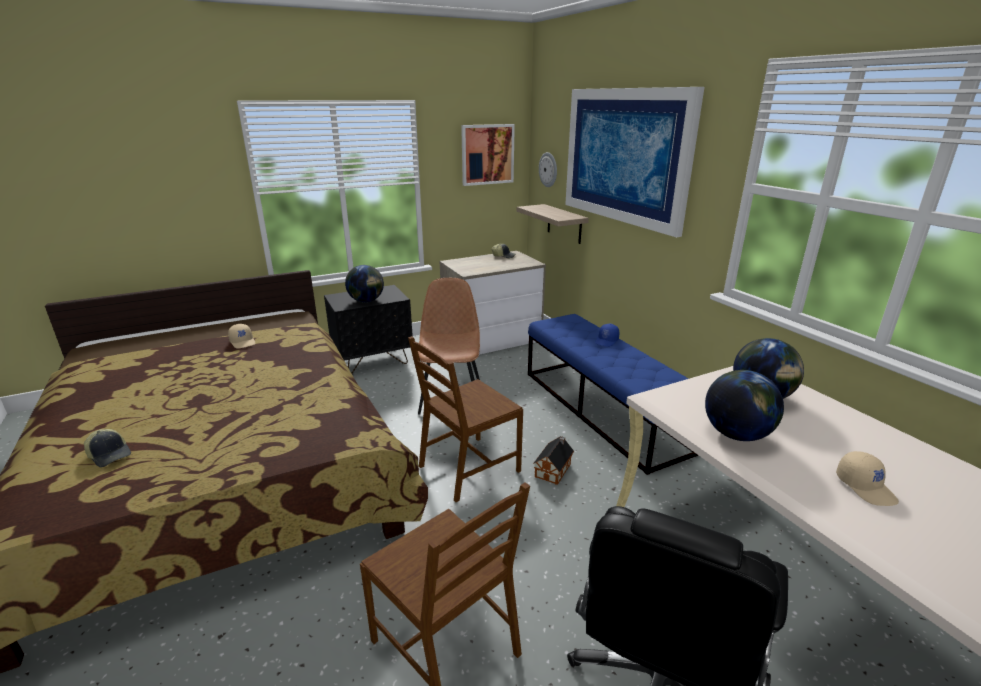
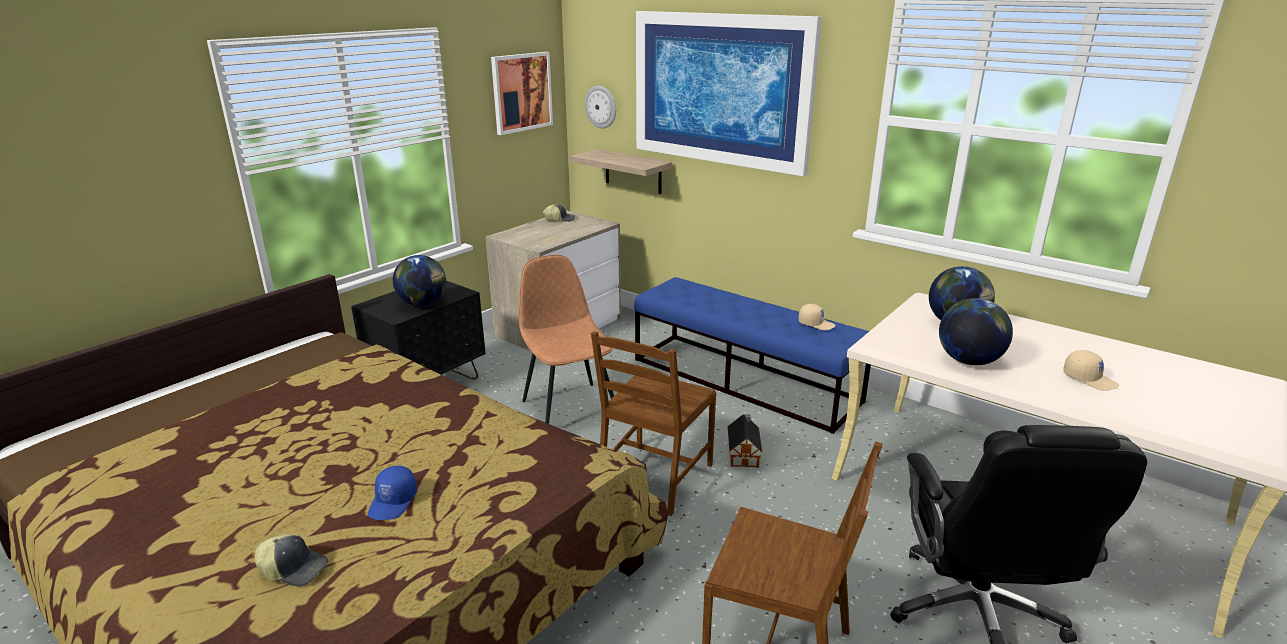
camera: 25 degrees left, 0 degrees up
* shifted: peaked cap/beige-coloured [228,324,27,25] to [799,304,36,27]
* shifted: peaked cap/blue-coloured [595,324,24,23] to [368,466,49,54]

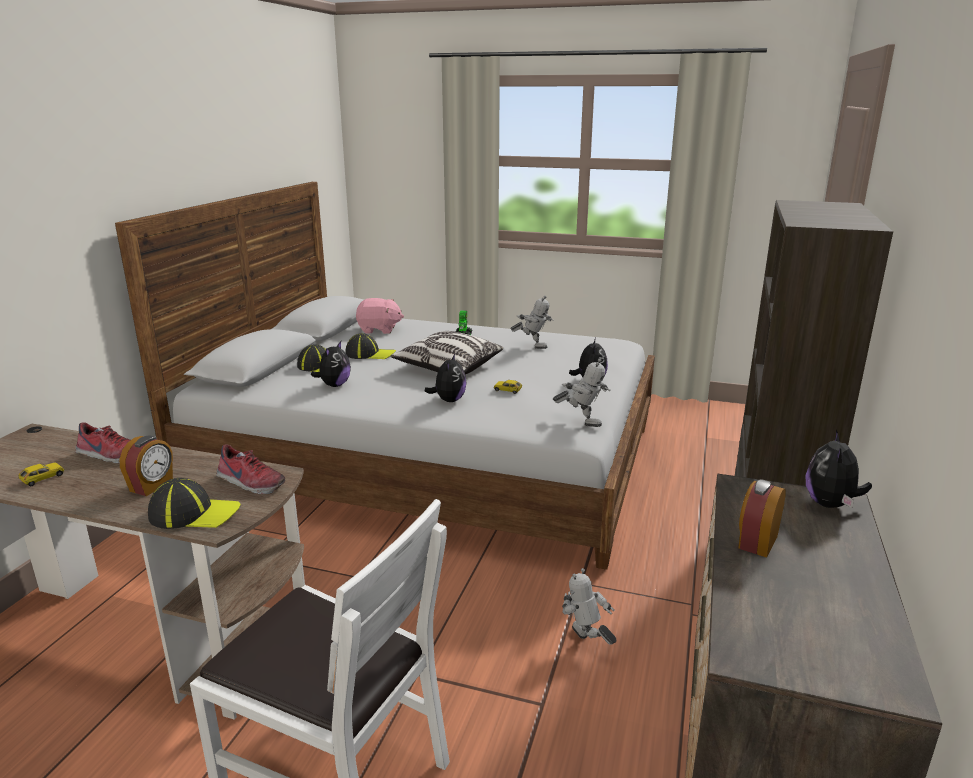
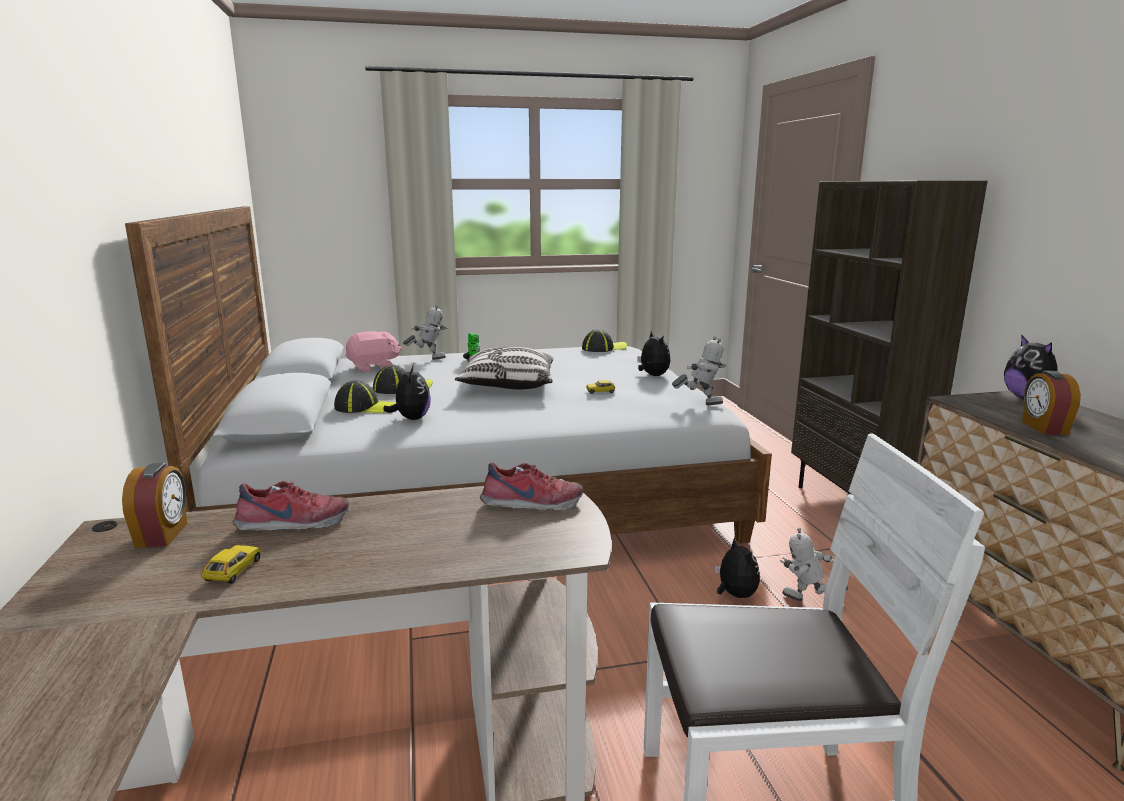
camera: 30 degrees left, 5 degrees down
* shifted: alarm clock [120,435,53,61] to [122,463,65,85]
* shifted: peaked cap [148,478,93,51] to [582,329,45,23]
* shifted: plush toy [425,354,41,48] to [715,537,45,61]
* shifted: model robot [510,296,43,53] to [403,304,45,56]

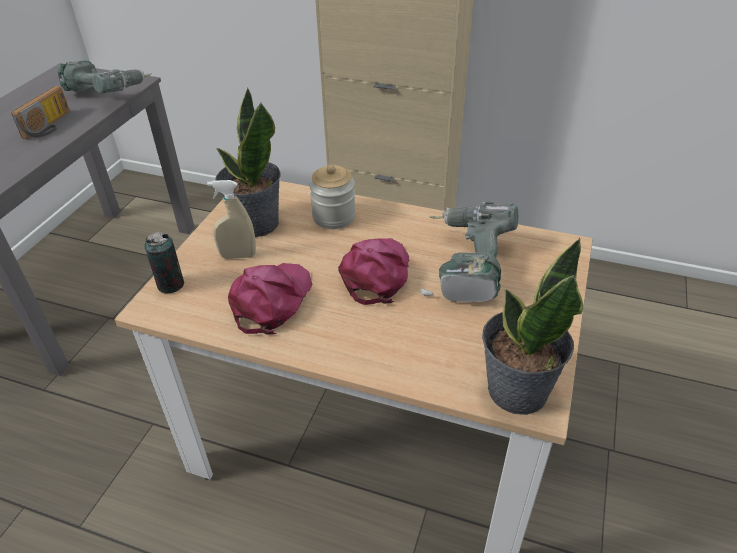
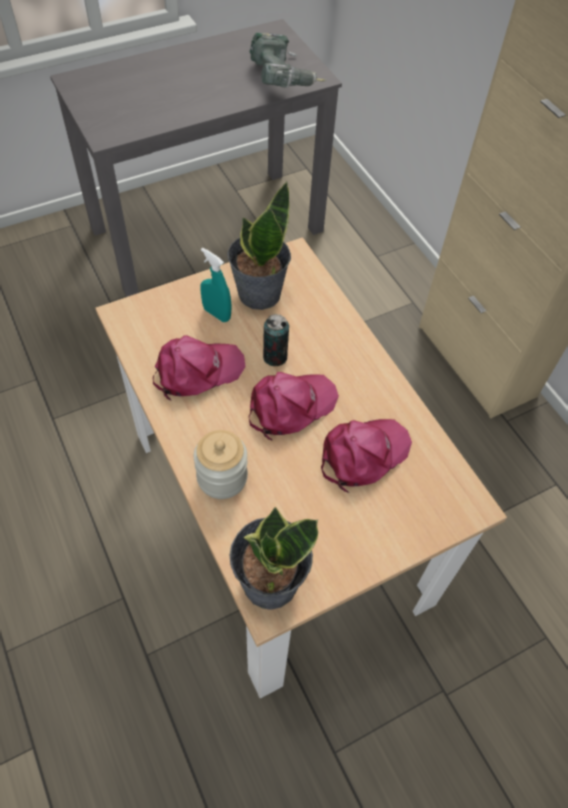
camera: 40 degrees right, 15 degrees up
* gone: radio [11,86,59,53]
* shifted: can [144,232,40,61] to [263,314,26,52]
* shifted: preserve jar [309,165,47,64] to [194,430,54,69]
* swapped: power drill [421,202,97,100] to peaked cap/pinkish [321,419,91,74]
* repainted: spray bottle/beige-coloured [207,180,49,79] to spray bottle/turquoise-coloured [201,248,31,74]

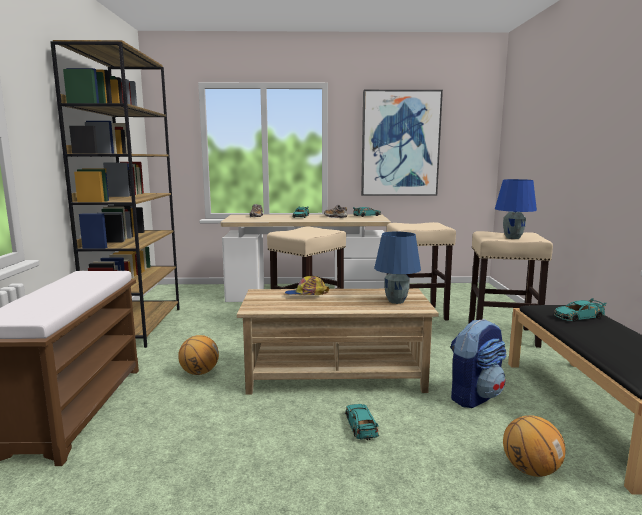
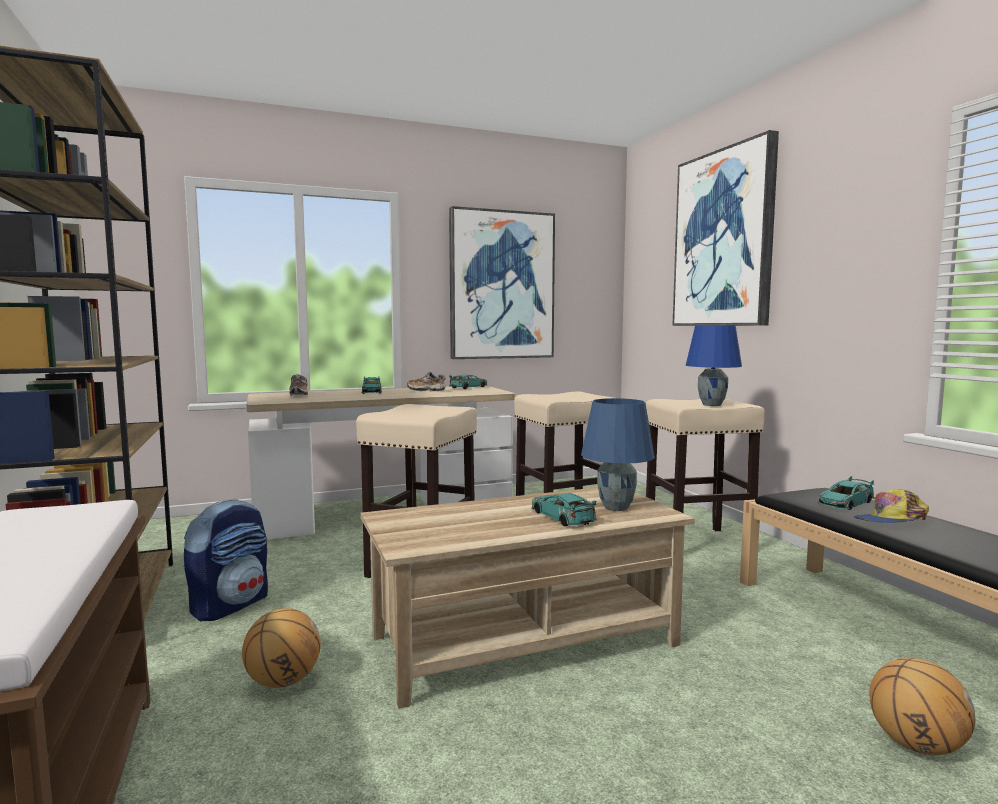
camera: 20 degrees left, 5 degrees down
* new: picture [672,130,107,196]
* shifted: peaked cap [285,276,44,19] to [853,489,76,34]
* shifted: model car/turquoise-coloured [345,404,34,36] to [531,493,66,33]
* shifted: knapsack [450,319,57,89] to [184,499,84,122]

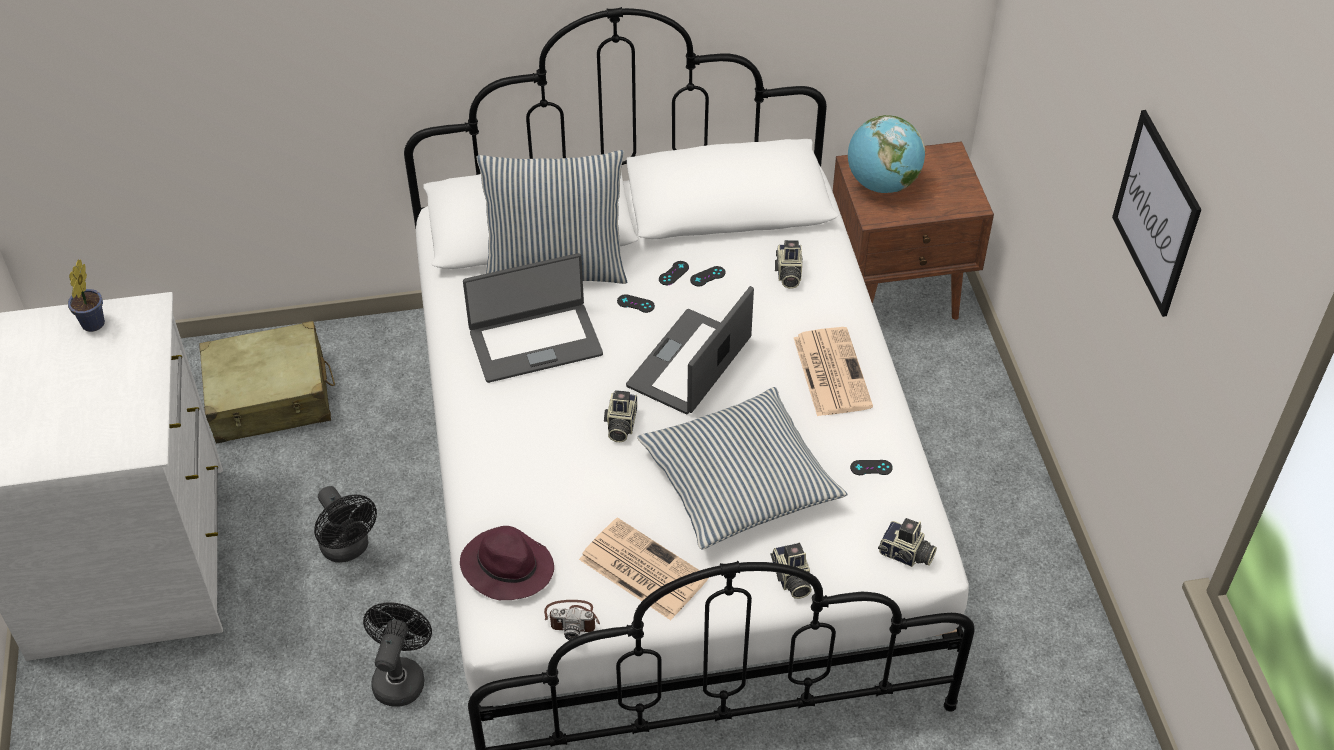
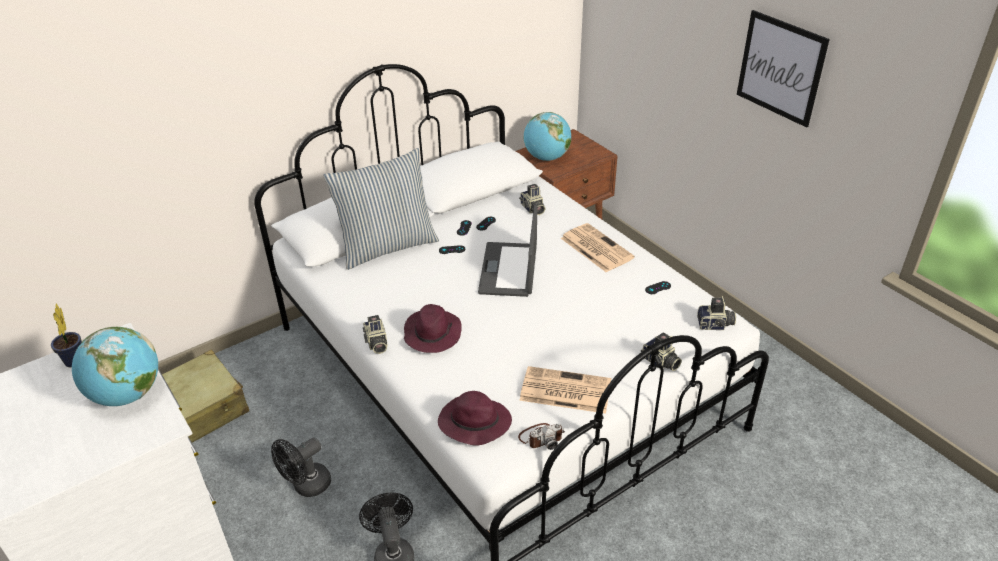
camera: 25 degrees left, 10 degrees down
* gone: notebook computer [463,253,140,130]
* gone: throw pillow [637,387,210,163]
* new: desk globe [72,327,86,79]
* new: hat/purple [404,304,58,49]
* shifted: photo camera [604,390,33,52] to [363,315,25,39]
* rotated: electric fan/black [314,486,63,77] = [271,438,60,59] 105 degrees clockwise

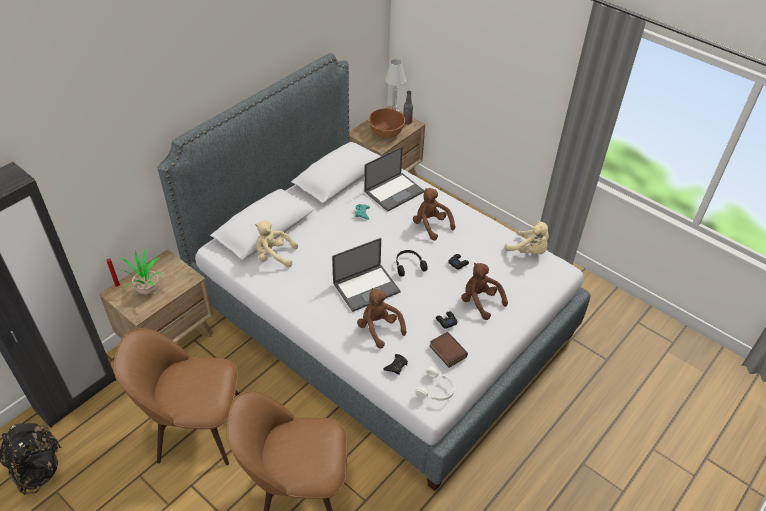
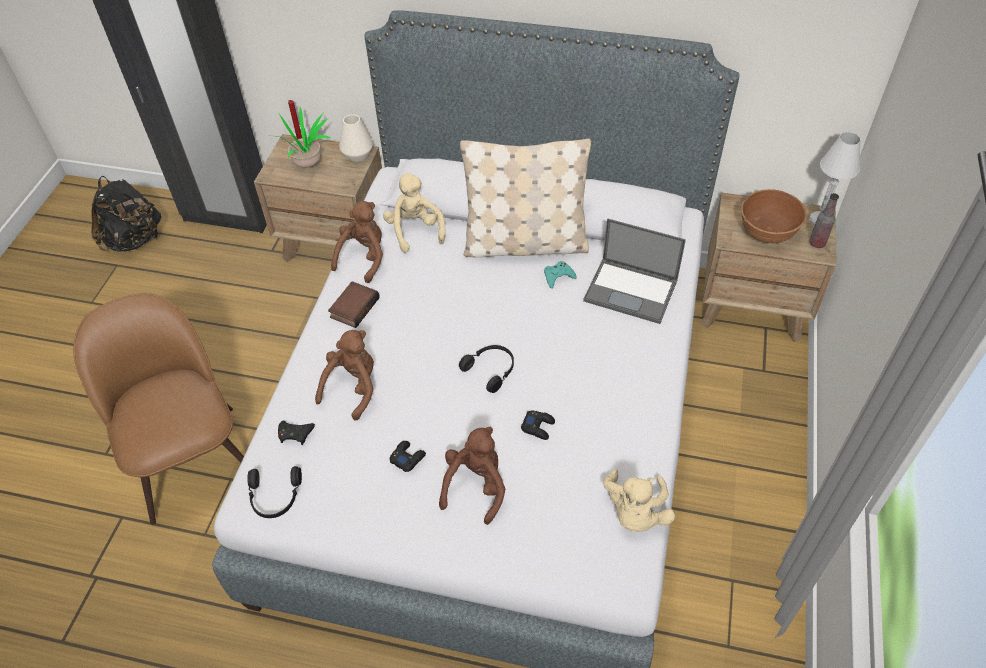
camera: 65 degrees right, 5 degrees up
* gone: chair/brownish [114,328,125,137]
* gone: notebook computer [332,238,69,74]
* new: decorative vase/white-coloured [339,114,34,48]
* new: throw pillow/beige-coloured [460,138,131,120]
* shifted: plush toy/brownish [413,188,42,52] to [331,201,52,82]
* shifted: bound book [430,332,38,36] to [328,281,52,47]
* repainted: headset/white-coloured [416,366,39,35] to headset/black [247,466,55,52]

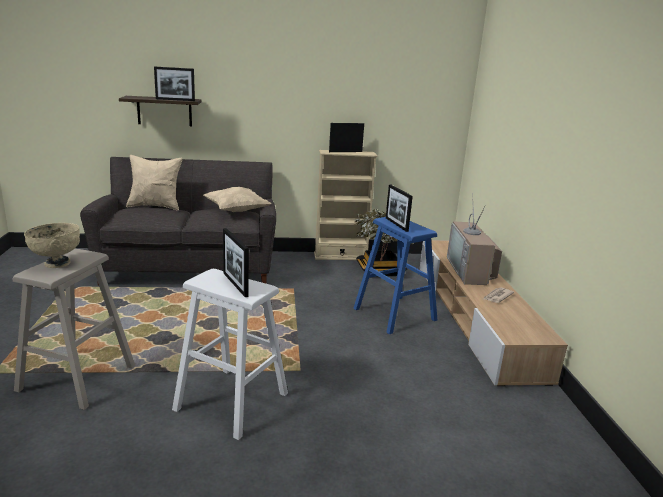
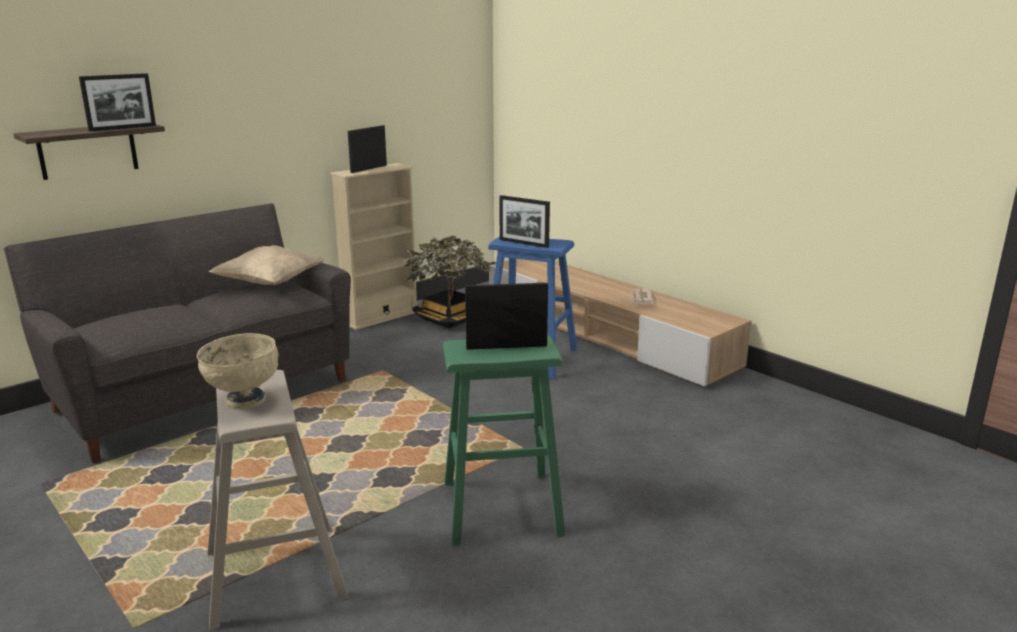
camera: 35 degrees left, 0 degrees up
* gone: throw pillow/beige-coloured [126,155,57,56]
* gone: TV set [447,193,55,92]
* repainted: stool seat/white-coloured [172,269,116,171] to stool seat/greenish [443,335,122,211]
* rotated: standing frame [223,228,26,69] = [465,283,83,67] 150 degrees clockwise

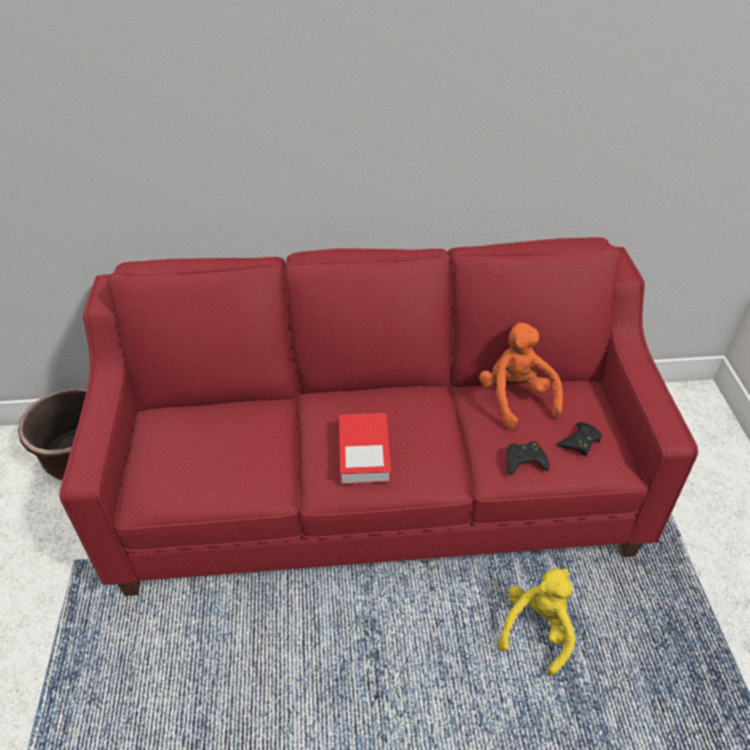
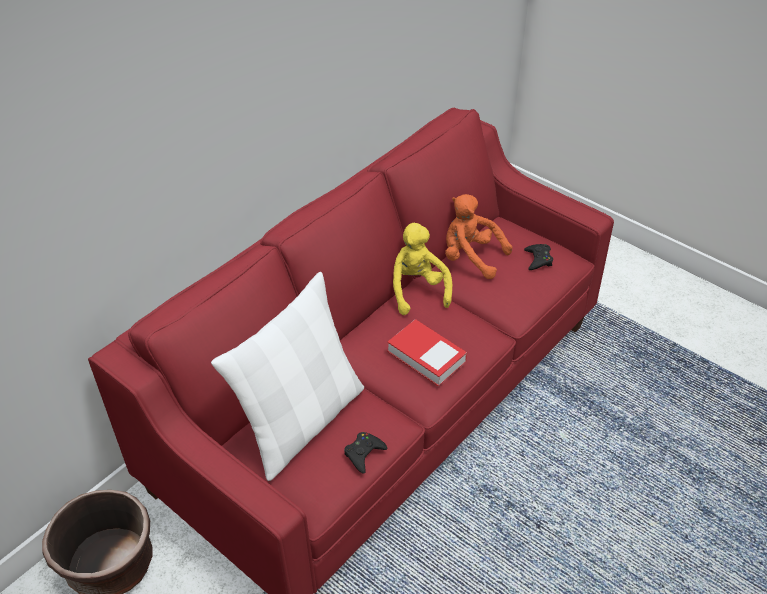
camera: 45 degrees left, 0 degrees up
* new: throw pillow/white-coloured [211,272,153,209]
* shifted: plush toy/yellow [498,569,78,107] to [393,222,59,93]
* shifted: game controller/black [507,441,43,34] to [344,432,43,42]

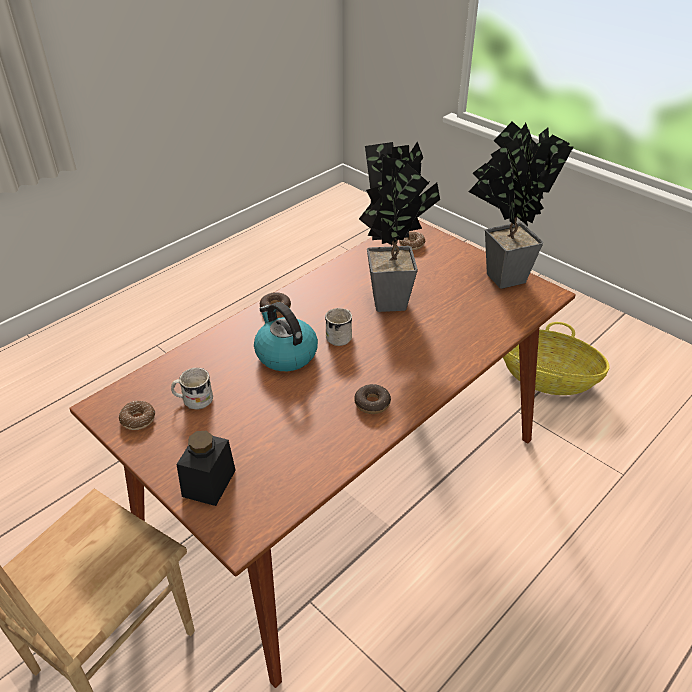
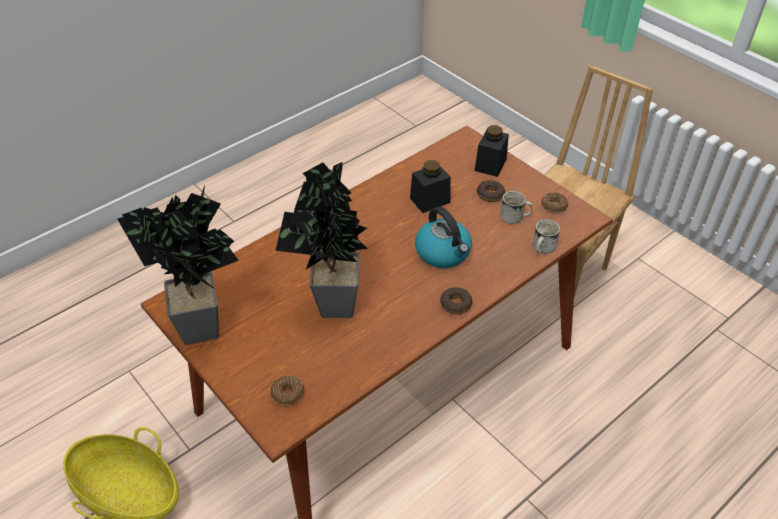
camera: 175 degrees left, 5 degrees up
* new: preserve jar/black [410,160,41,53]
* shifted: tea mug/white-coloured [325,308,27,38] to [533,219,27,35]
* shifted: ring doughnut [354,384,37,30] to [477,180,28,22]

